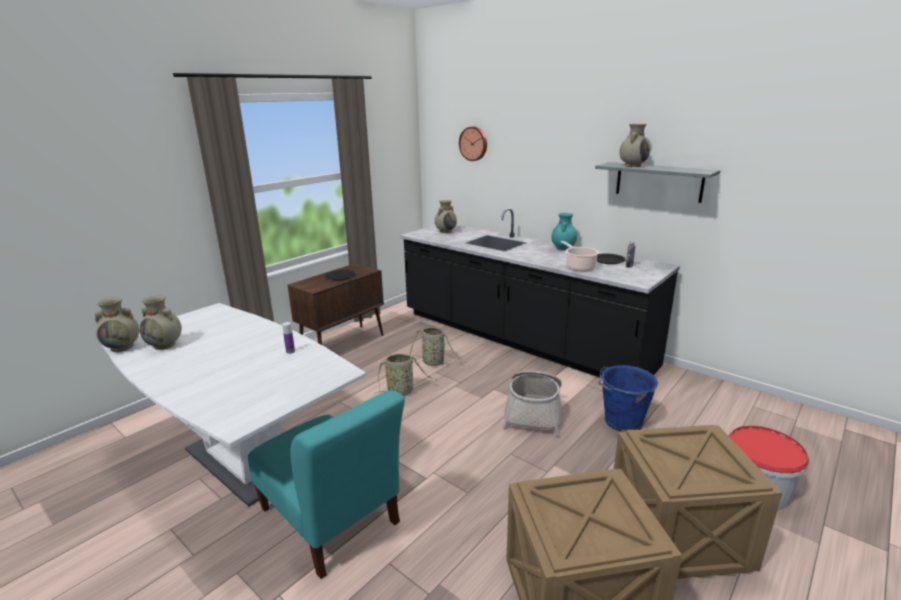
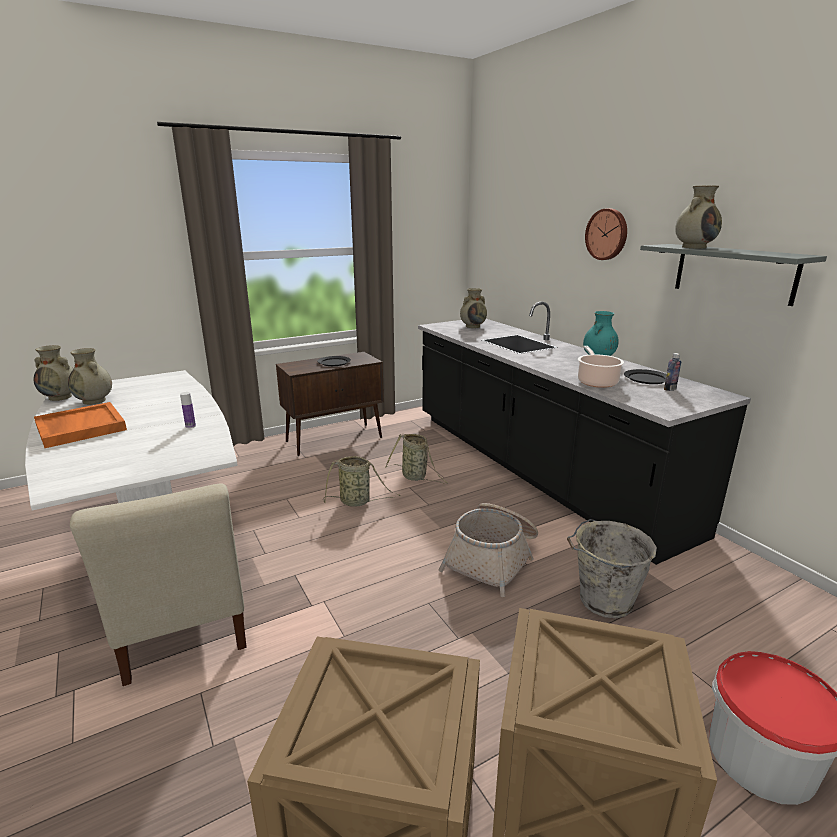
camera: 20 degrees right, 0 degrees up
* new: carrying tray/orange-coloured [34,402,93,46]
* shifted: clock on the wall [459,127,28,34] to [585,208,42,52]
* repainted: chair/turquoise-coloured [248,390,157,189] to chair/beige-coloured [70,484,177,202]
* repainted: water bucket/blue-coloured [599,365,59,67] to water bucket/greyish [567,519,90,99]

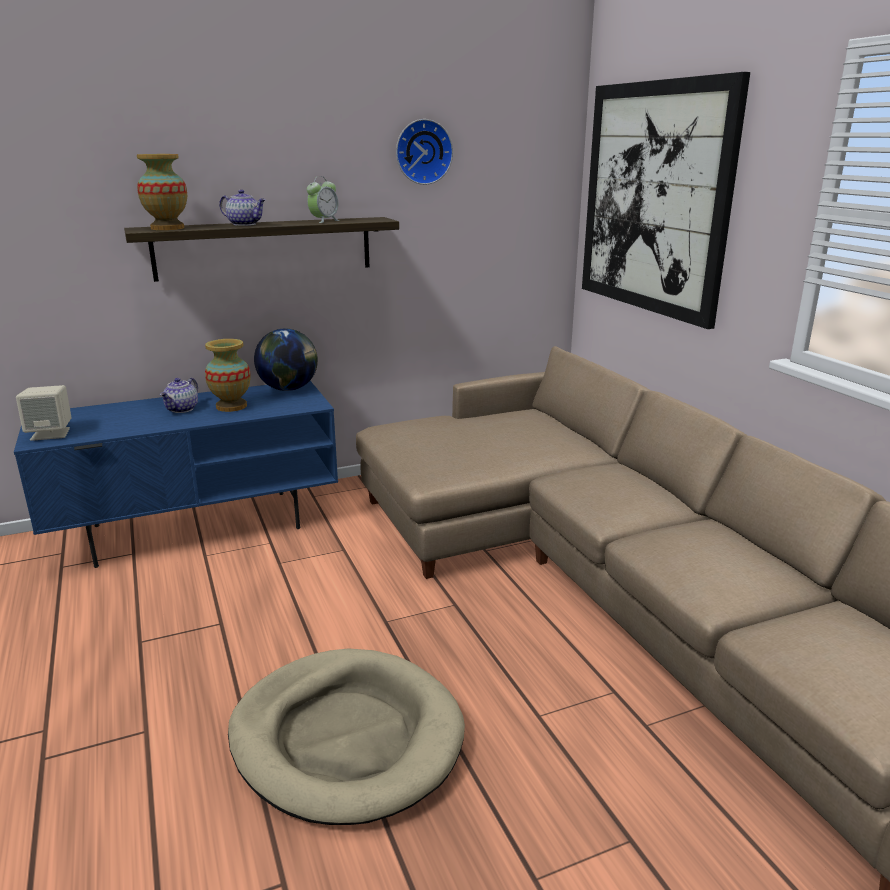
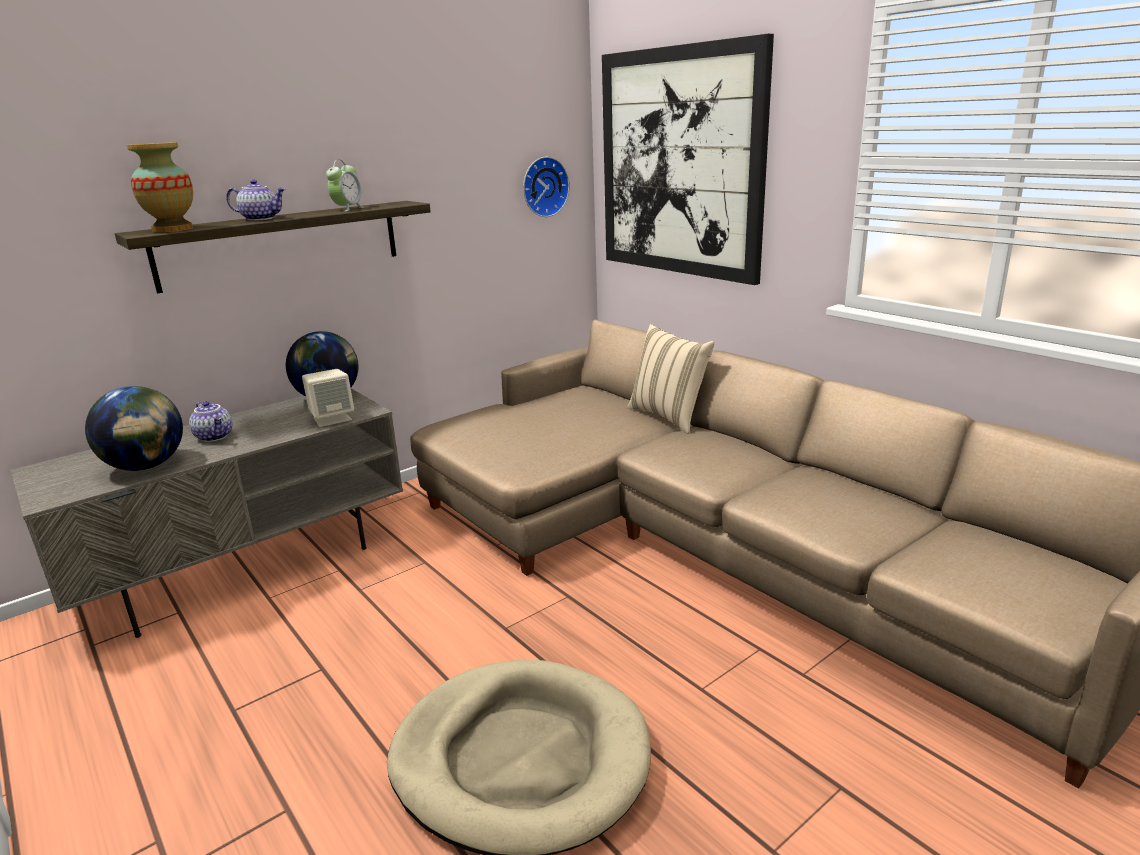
camera: 15 degrees left, 0 degrees up
* gone: decorative vase [205,339,46,73]
* new: desk globe [85,386,98,85]
* new: throw pillow/beige-coloured [627,324,88,110]
* shifted: loudspeaker/beige-coloured [16,385,56,56] to [302,369,52,58]
* shifted: clock on the wall [396,119,57,66] to [523,157,47,60]
* repainted: tv stand/blue-coloured [14,381,324,187] to tv stand/greyish [10,389,393,249]
* rotated: teapot [160,378,38,35] = [189,401,43,41] 45 degrees counterclockwise

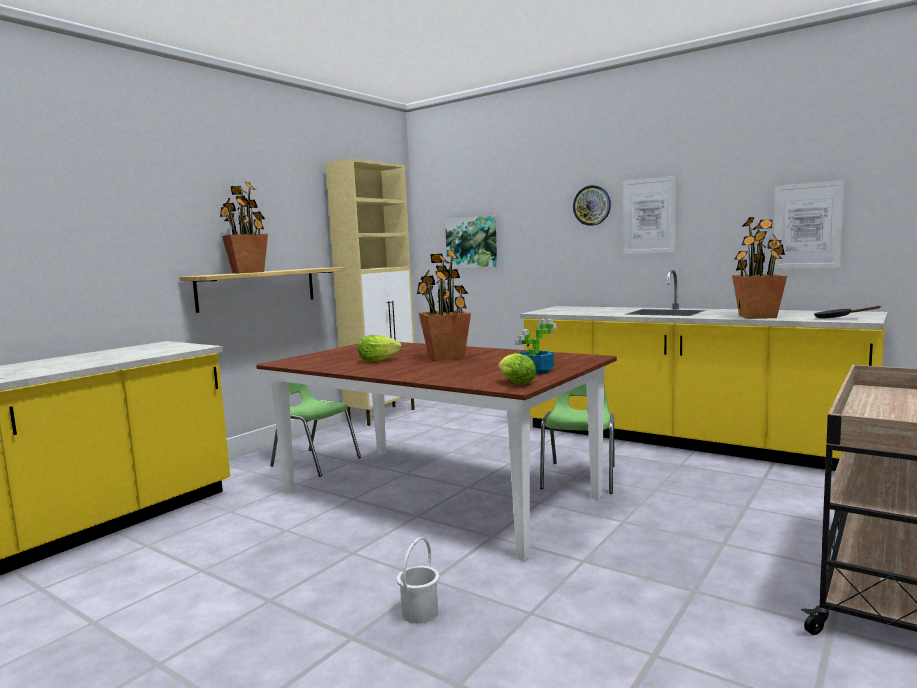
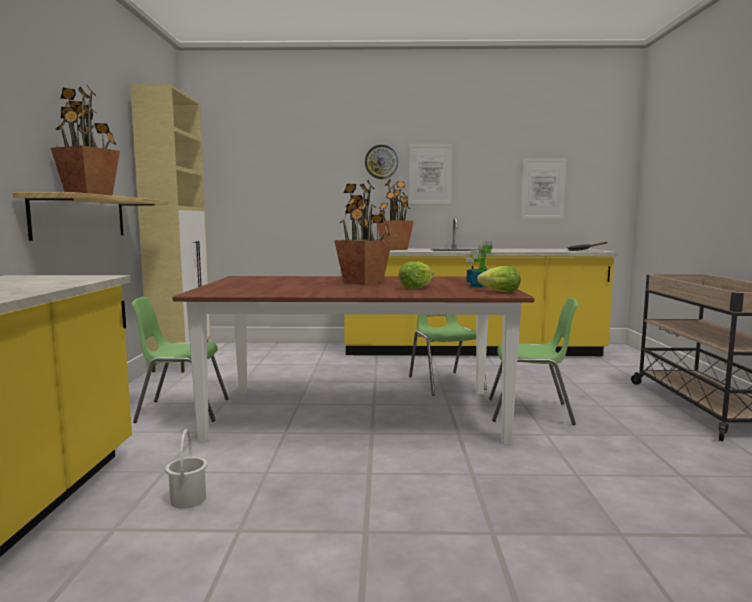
camera: 35 degrees left, 0 degrees up
* gone: picture [445,216,52,53]
* new: chair/greenish [489,298,89,127]
* shifted: lettuce [358,335,44,27] to [398,261,36,28]
* shifted: water bucket/white-coloured [397,537,43,87] to [165,429,42,80]
* shifted: plant in a pot [732,217,55,102] to [377,179,37,71]

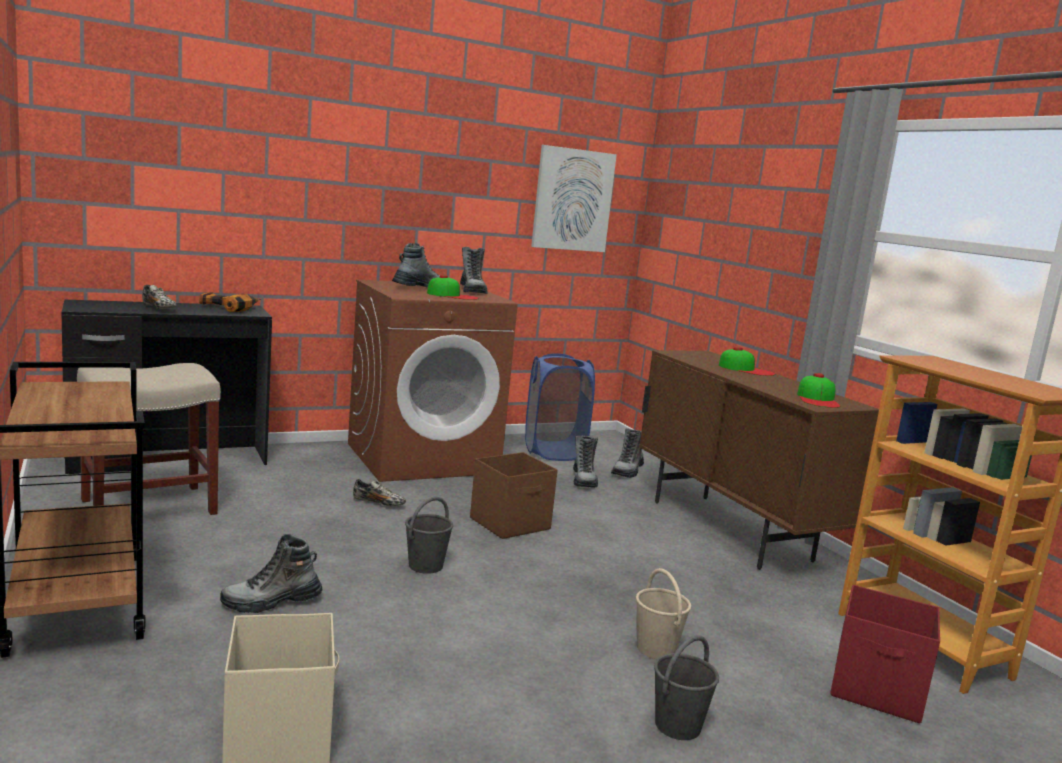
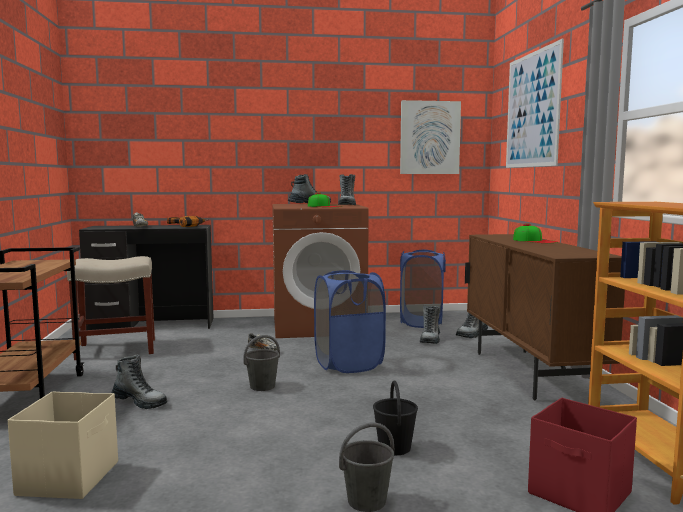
camera: 20 degrees right, 5 degrees down
* gone: peaked cap [797,373,43,35]
* new: picture [506,39,58,129]
* swapped: storage container/brownish [470,452,88,87] to laundry basket/blue-coloured [314,270,72,103]
* repainted: water bucket/beige-coloured [636,568,55,91] to water bucket/black [373,380,45,75]
* rotated: tall boot [220,534,102,79] = [112,354,55,55] 150 degrees counterclockwise

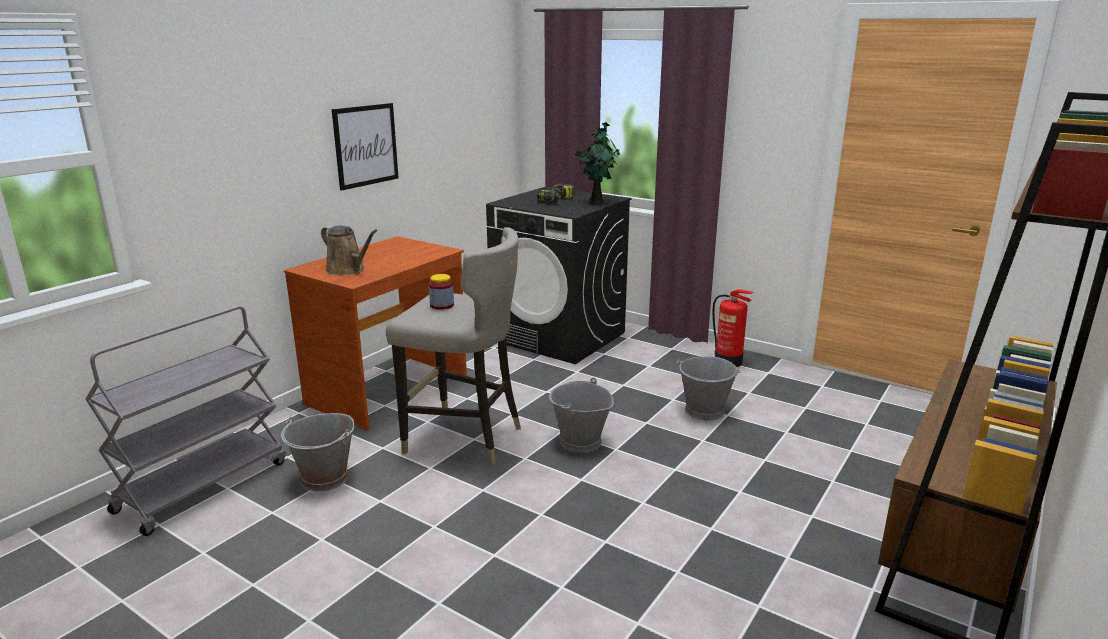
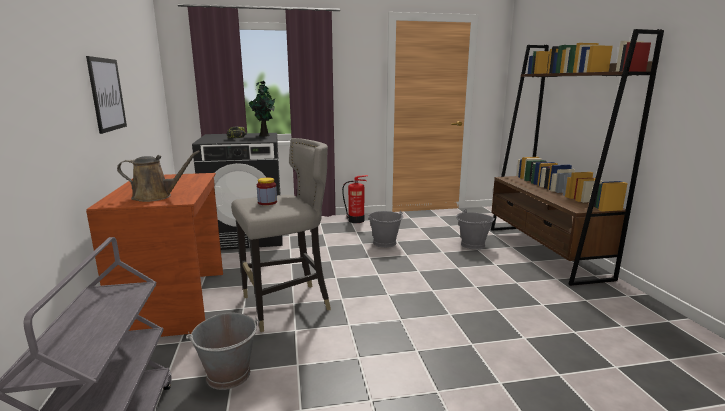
camera: 45 degrees left, 5 degrees down
* shifted: water bucket/greyish [549,378,65,75] to [456,209,39,41]

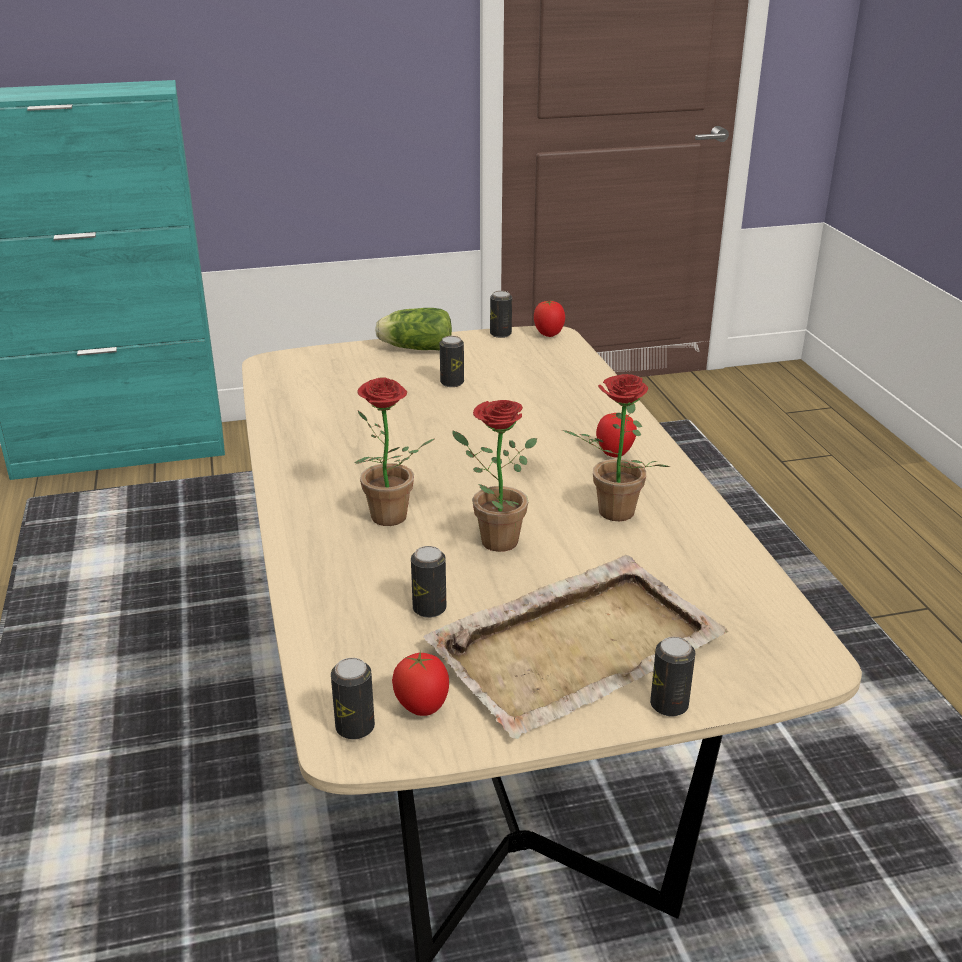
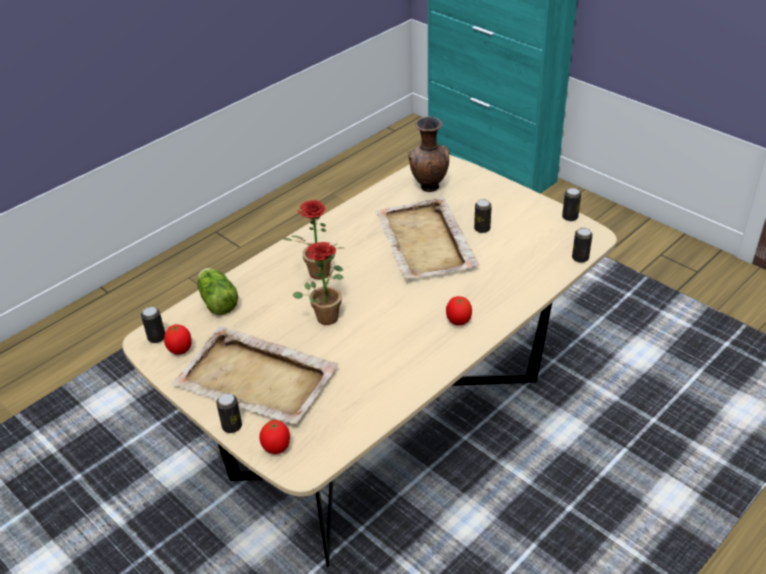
camera: 60 degrees right, 10 degrees up
* gone: plant in a pot [562,374,108,147]
* new: carrying tray/beige-coloured [375,197,105,83]
* new: decorative vase/brownish [408,117,42,75]
* shifted: lettuce [375,308,77,43] to [197,268,41,47]
* shifted: can [411,546,35,72] to [572,228,20,35]
* shifted: fresh tomato [534,300,31,37] to [259,420,31,34]

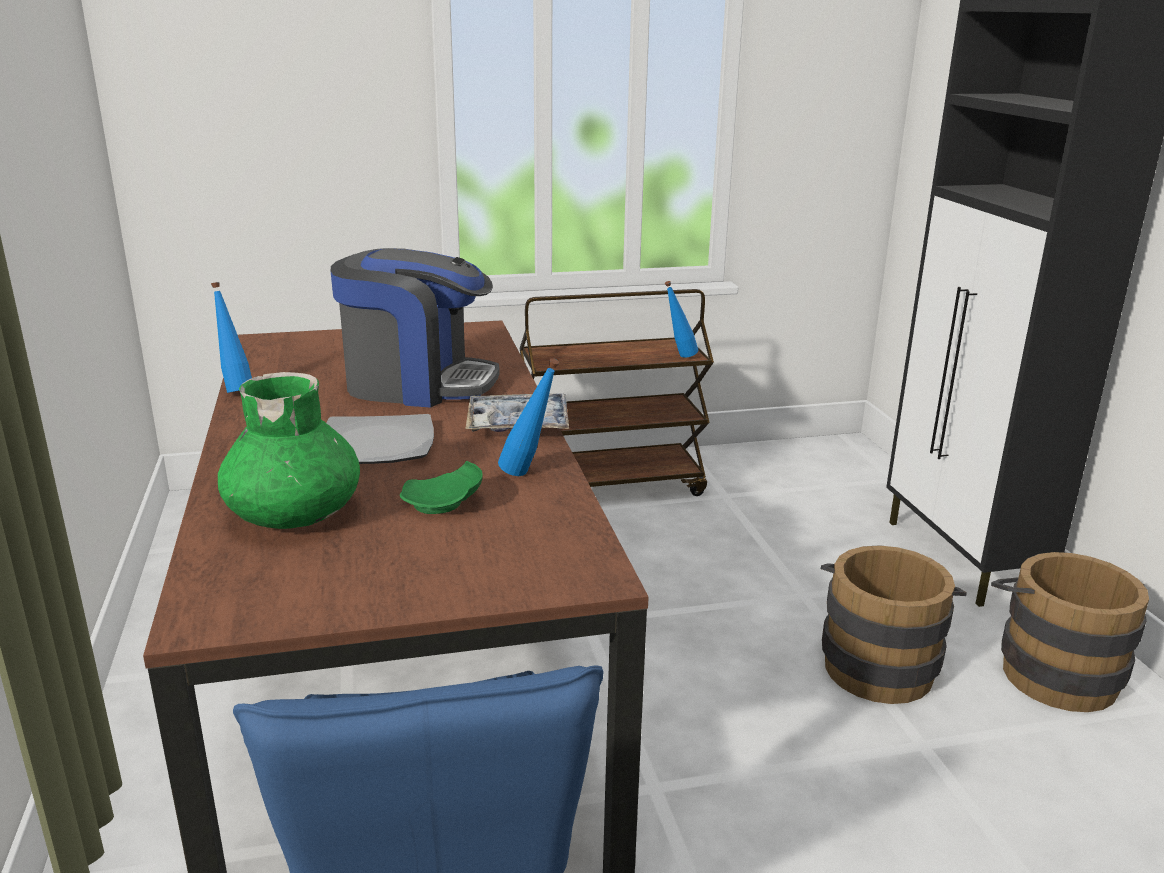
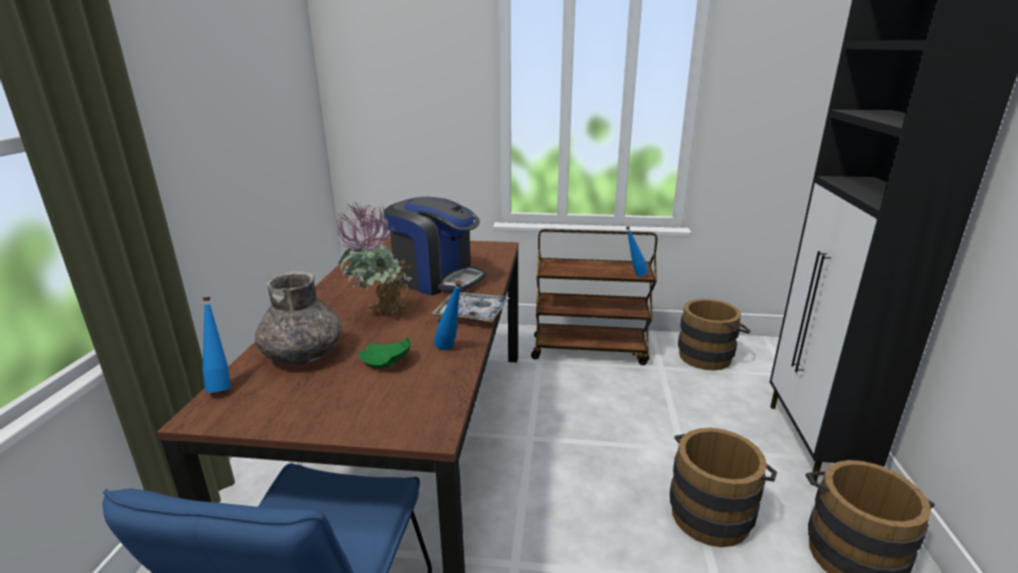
camera: 20 degrees right, 0 degrees up
* new: water bucket/brownish [678,299,73,71]
* shifted: bottle/blue-coloured [211,282,41,111] to [203,297,28,96]
* swapped: dinner plate [326,414,108,50] to plant in a pot [337,203,76,115]
* repainted: decorative vase/greenish [218,372,142,157] to decorative vase/greyish [255,272,87,93]

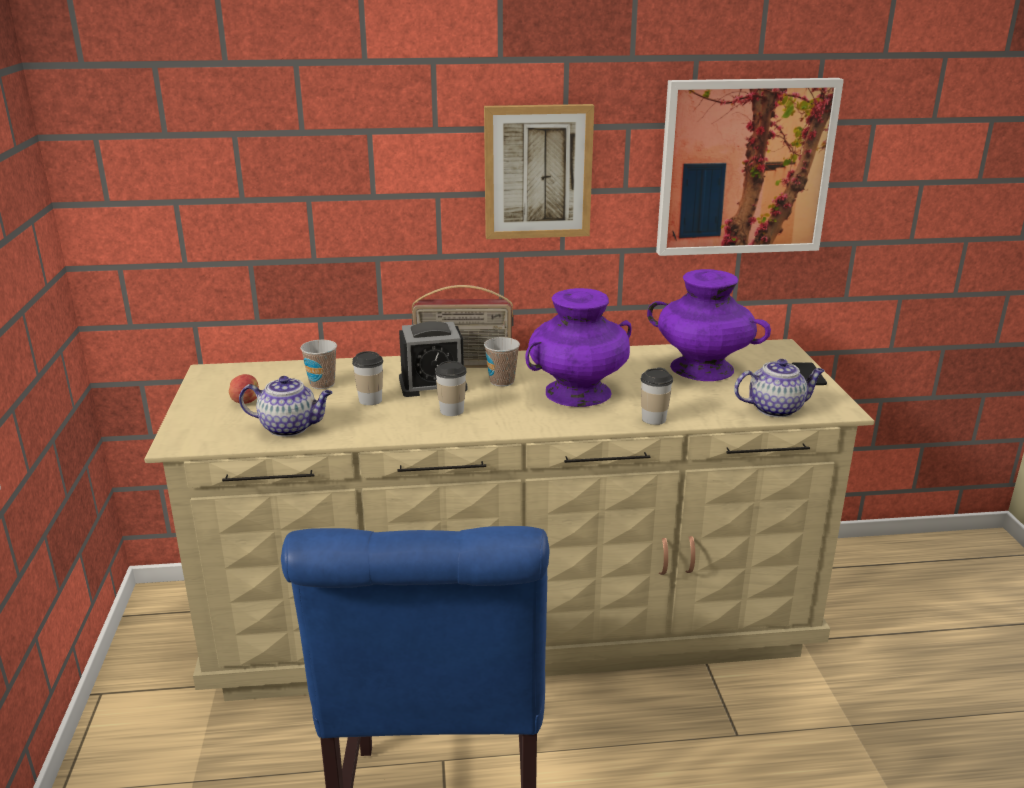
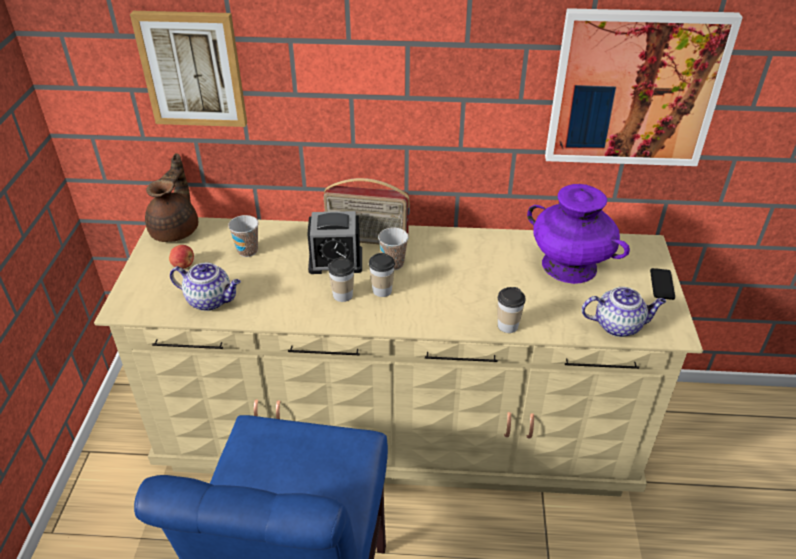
camera: 10 degrees right, 15 degrees up
* gone: decorative vase/purple [525,288,106,119]
* new: teapot/brownish [145,153,53,89]
* shifted: cup [352,351,31,54] to [369,253,26,44]
* shifted: picture [484,104,110,135] to [130,11,117,116]

